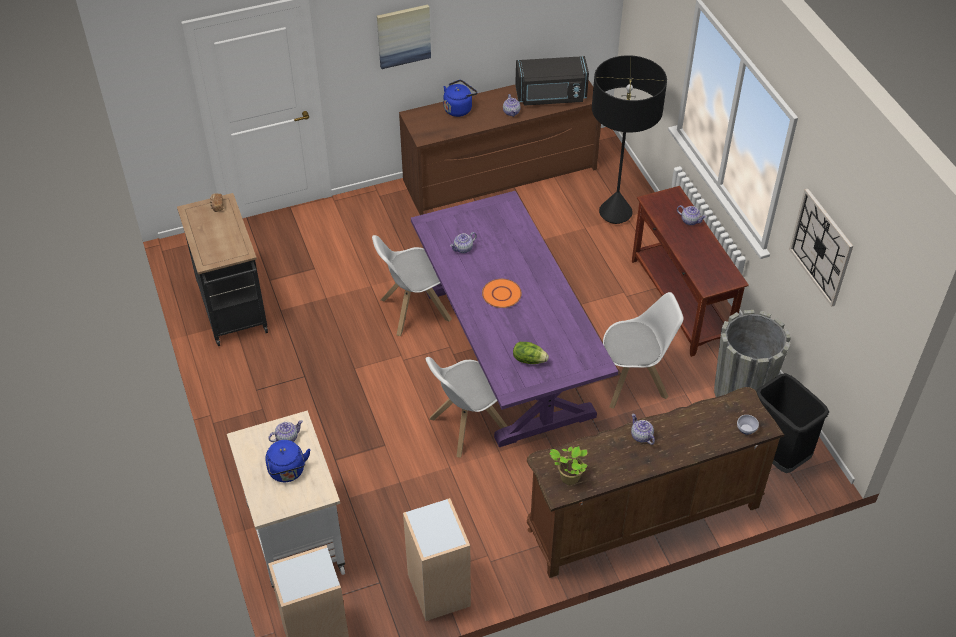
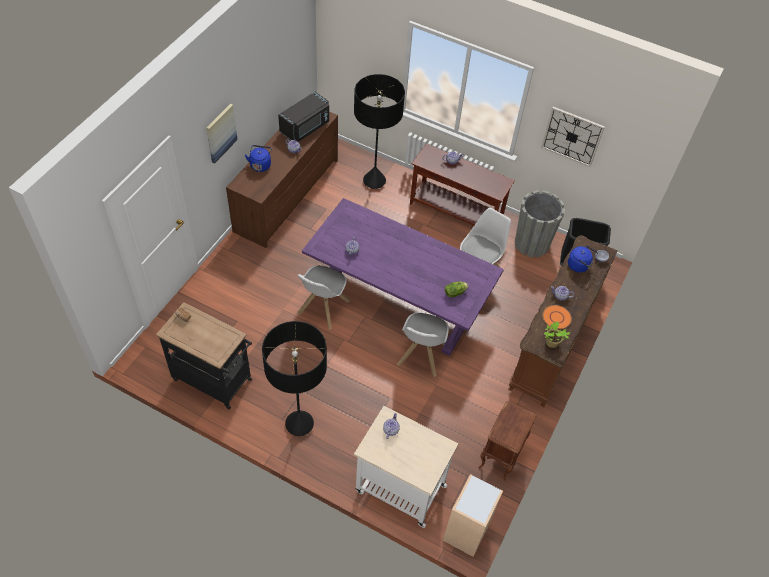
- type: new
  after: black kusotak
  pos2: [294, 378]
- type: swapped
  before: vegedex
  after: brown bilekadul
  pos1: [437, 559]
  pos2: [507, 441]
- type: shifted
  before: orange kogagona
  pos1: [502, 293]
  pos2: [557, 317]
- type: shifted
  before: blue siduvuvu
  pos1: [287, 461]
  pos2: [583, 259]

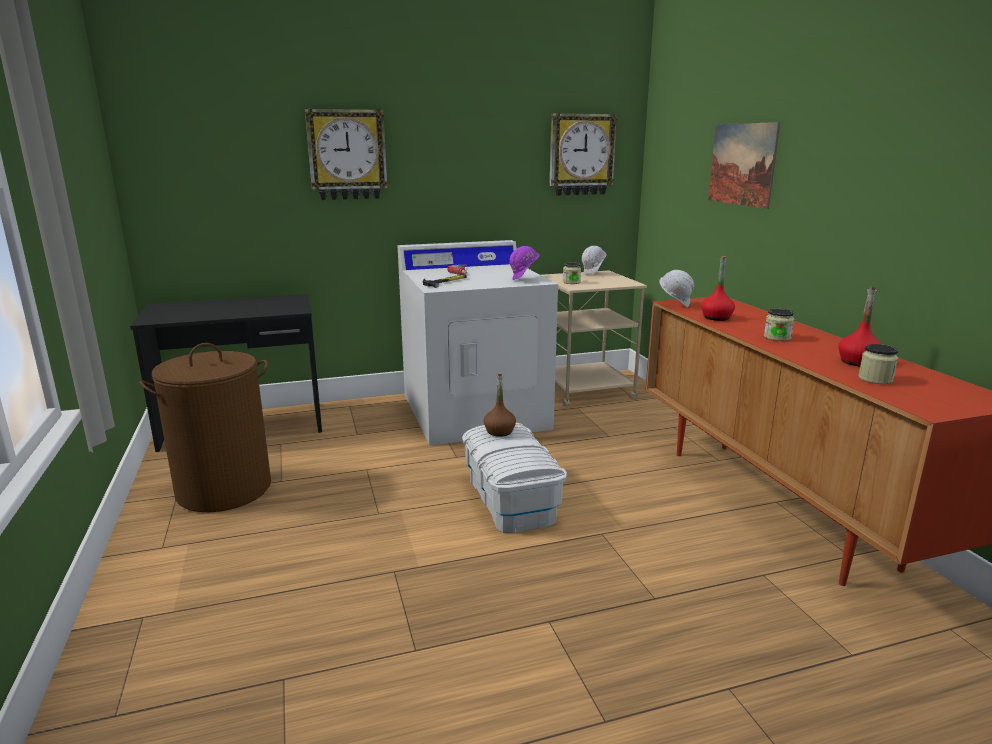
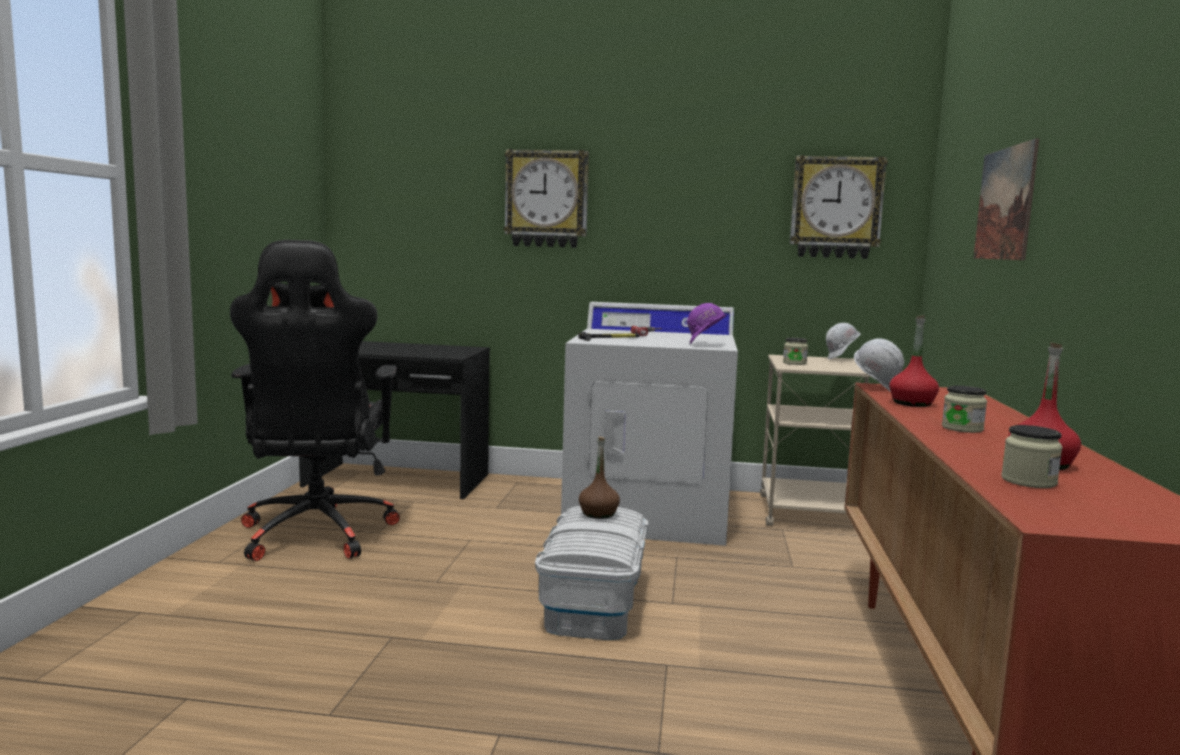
- type: swapped
  before: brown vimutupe
  after: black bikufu
  pos1: [205, 427]
  pos2: [315, 400]

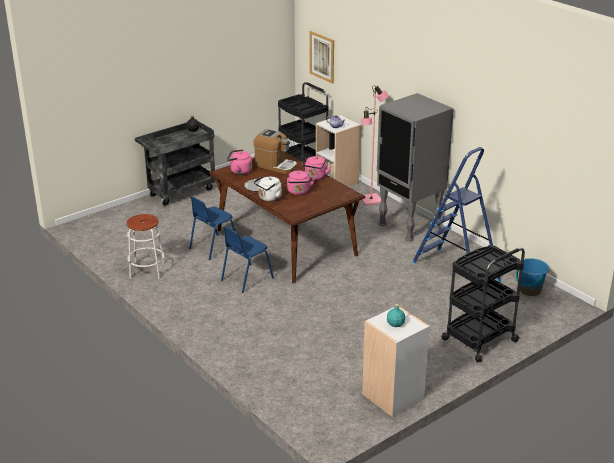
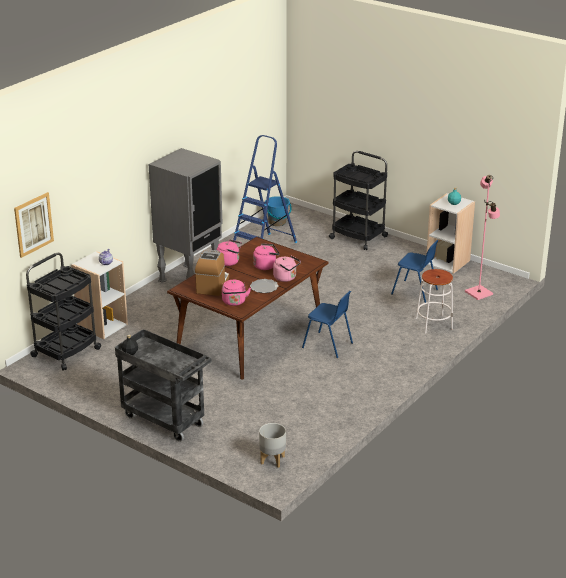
- type: new
  after: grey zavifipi
  pos2: [272, 445]
- type: repainted
  before: white siduvuvu
  after: pink siduvuvu
  pos1: [268, 188]
  pos2: [287, 268]
- type: shifted
  before: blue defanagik
  pos1: [212, 228]
  pos2: [415, 271]
- type: shifted
  before: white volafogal
  pos1: [145, 246]
  pos2: [434, 301]
- type: shifted
  before: pink kusotak
  pos1: [375, 145]
  pos2: [482, 237]

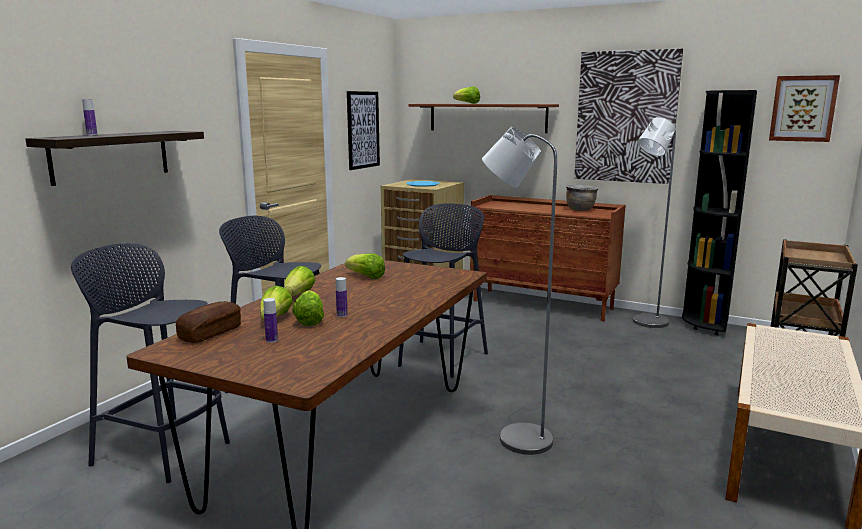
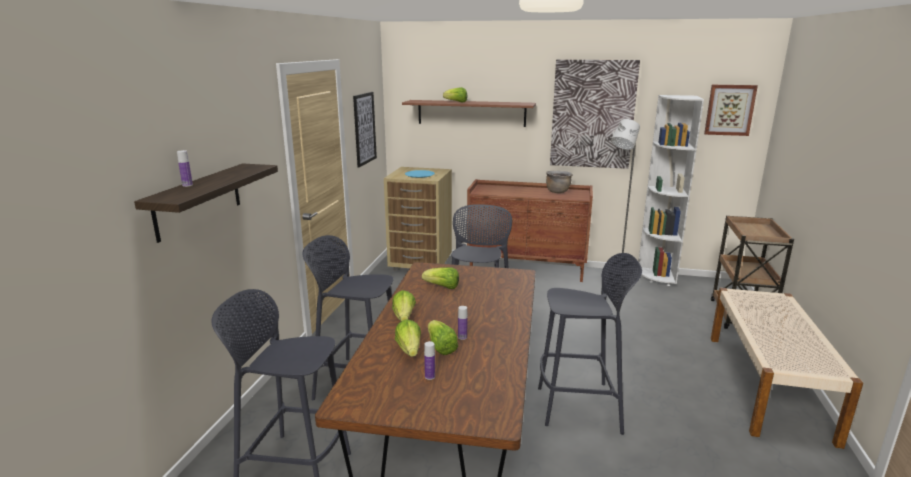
- type: swapped
  before: grey kusotak
  after: grey volafogal
  pos1: [519, 291]
  pos2: [590, 344]
- type: repainted
  before: black vegedex
  after: white vegedex
  pos1: [719, 212]
  pos2: [671, 190]
- type: gone
  before: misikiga
  pos1: [208, 322]

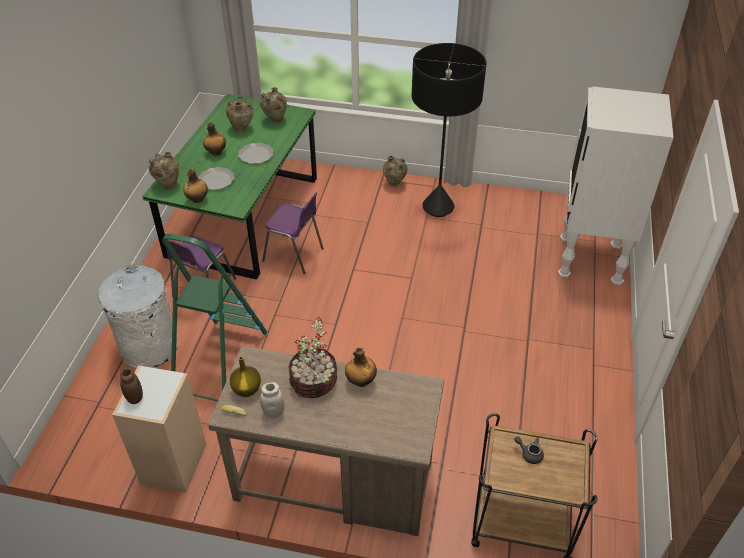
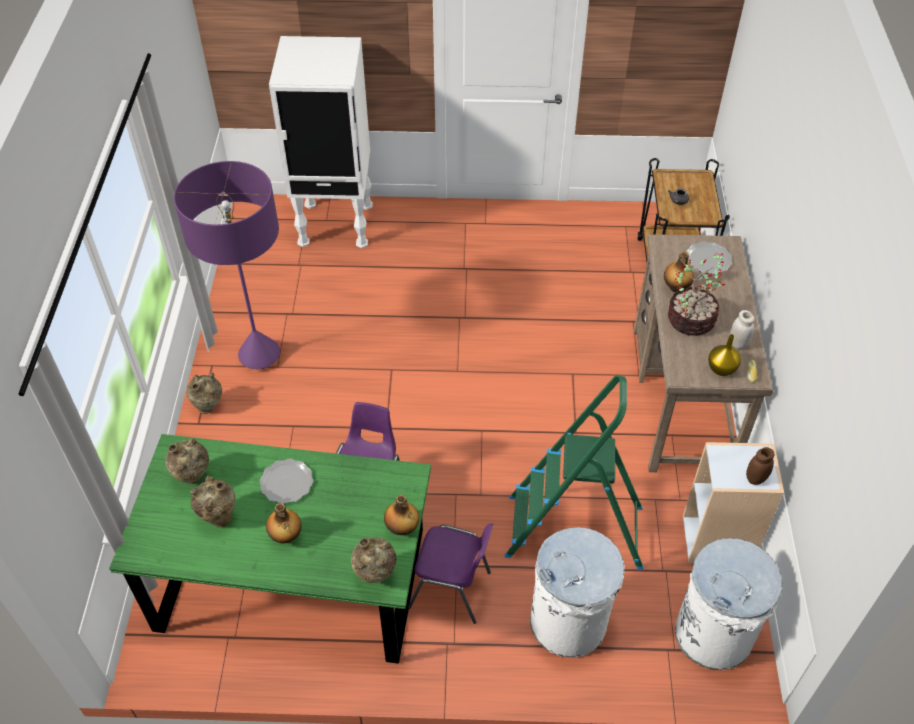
- type: repainted
  before: black kusotak
  after: purple kusotak
  pos1: [449, 130]
  pos2: [227, 265]
- type: new
  after: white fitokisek
  pos2: [728, 604]
- type: shifted
  before: kogagona
  pos1: [216, 178]
  pos2: [709, 257]

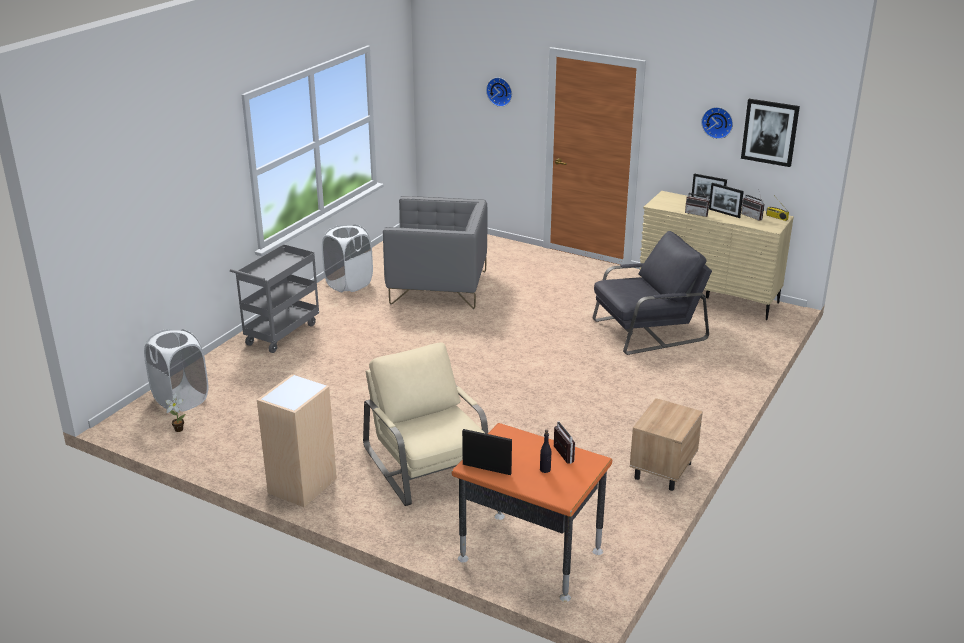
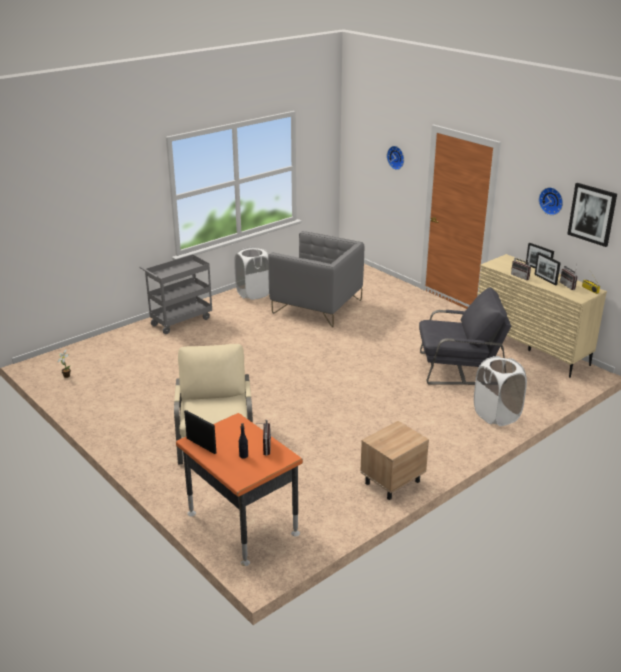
- type: shifted
  before: white vimutupe
  pos1: [176, 370]
  pos2: [500, 391]
- type: gone
  before: vegedex
  pos1: [297, 440]

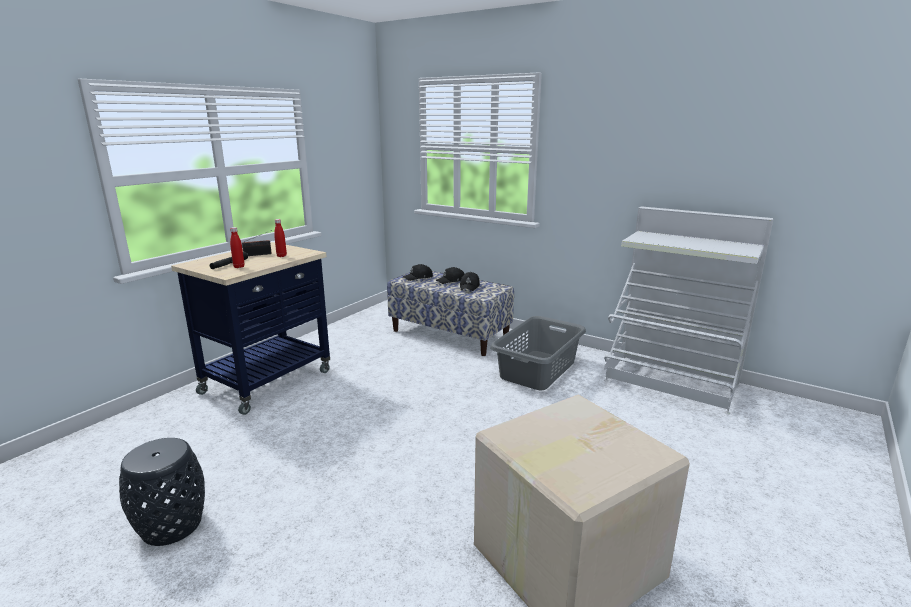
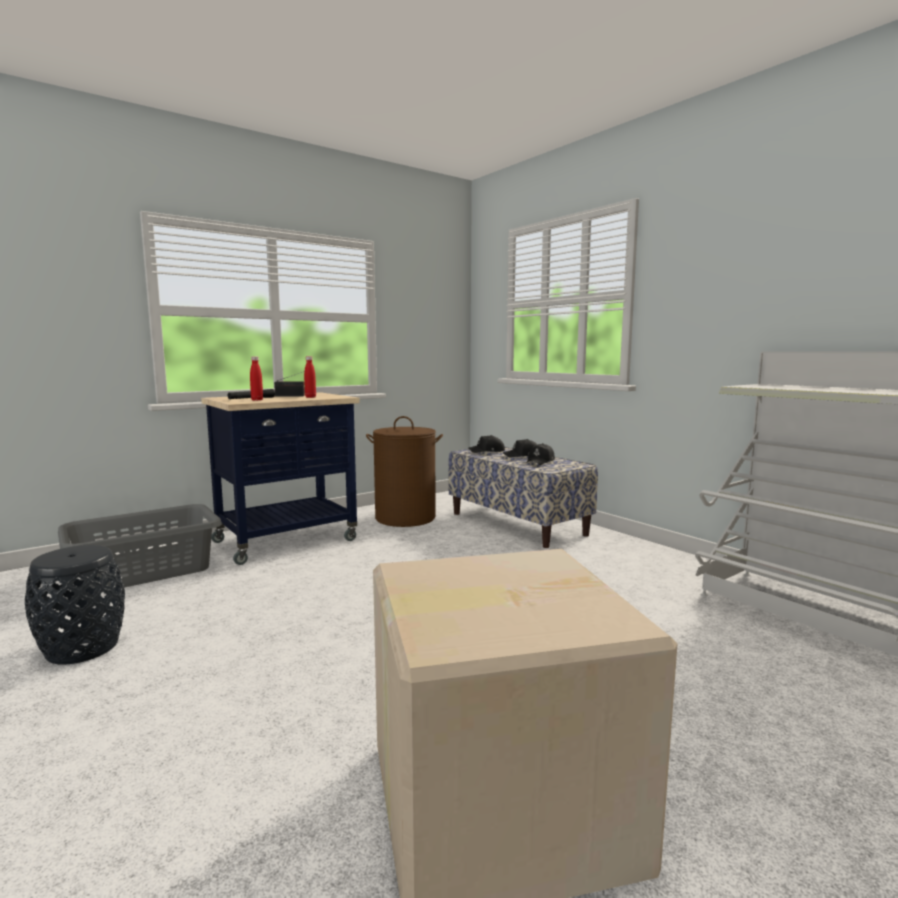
- type: shifted
  before: grey vimutupe
  pos1: [538, 353]
  pos2: [140, 546]
- type: new
  after: brown vimutupe
  pos2: [404, 471]

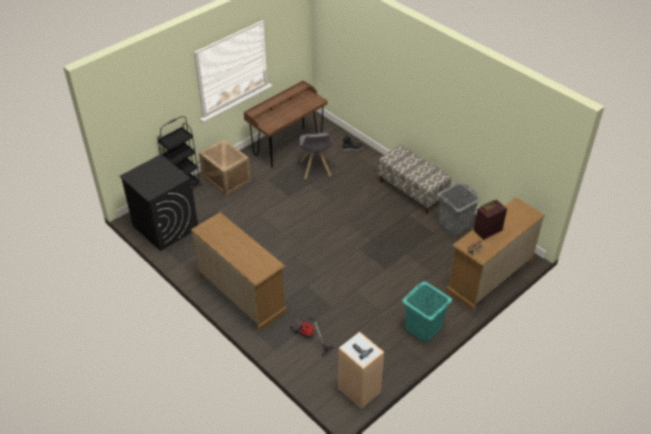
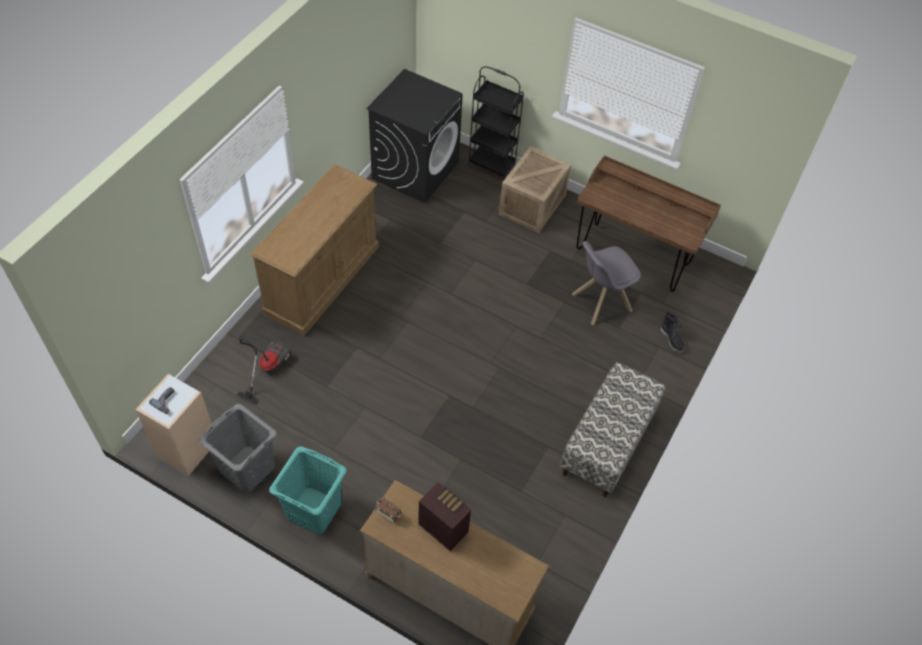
- type: shifted
  before: grey vimutupe
  pos1: [459, 209]
  pos2: [238, 448]

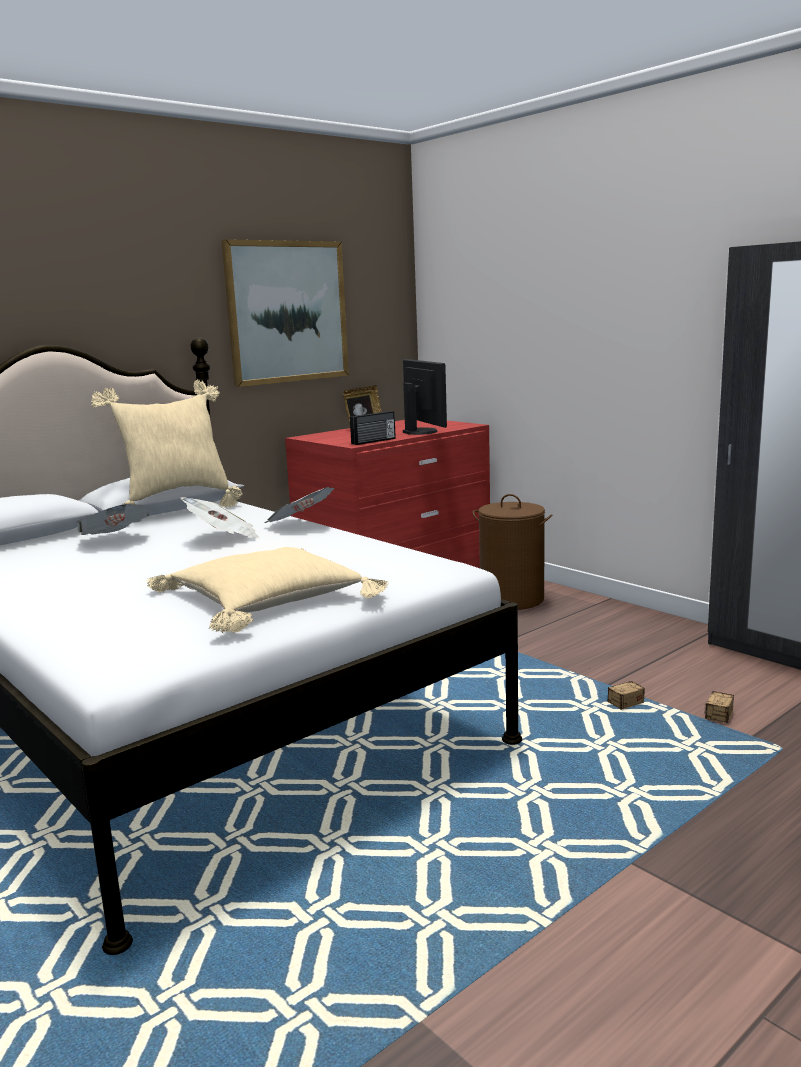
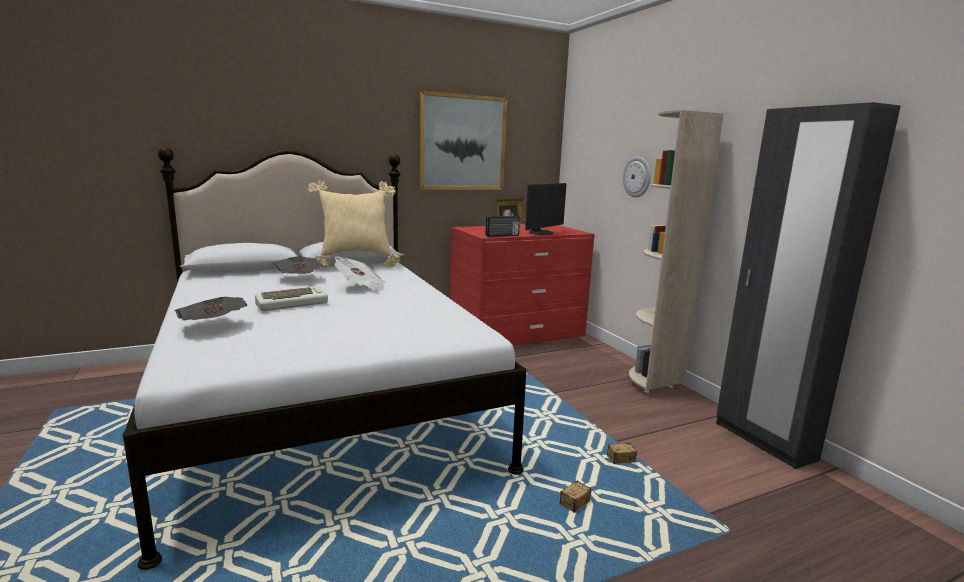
- type: shifted
  before: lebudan
  pos1: [299, 505]
  pos2: [210, 308]
- type: new
  after: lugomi
  pos2: [291, 298]
- type: rotated
  before: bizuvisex
  pos1: [425, 397]
  pos2: [545, 209]
  turn: 45
- type: shifted
  before: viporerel
  pos1: [719, 705]
  pos2: [571, 497]
- type: new
  after: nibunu
  pos2: [637, 177]
- type: new
  after: beige vegedex
  pos2: [676, 251]
- type: gone
  before: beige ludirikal
  pos1: [267, 590]
- type: gone
  before: brown vimutupe
  pos1: [513, 552]

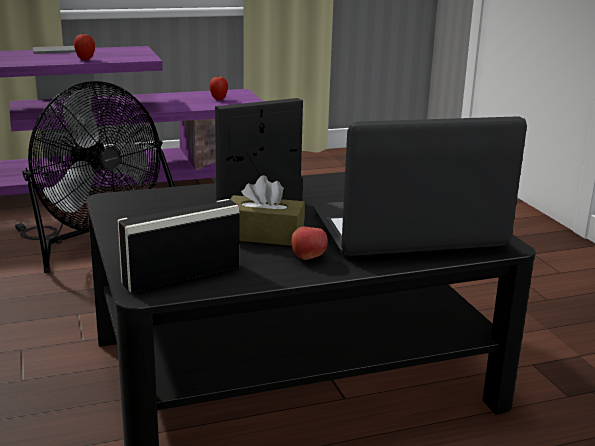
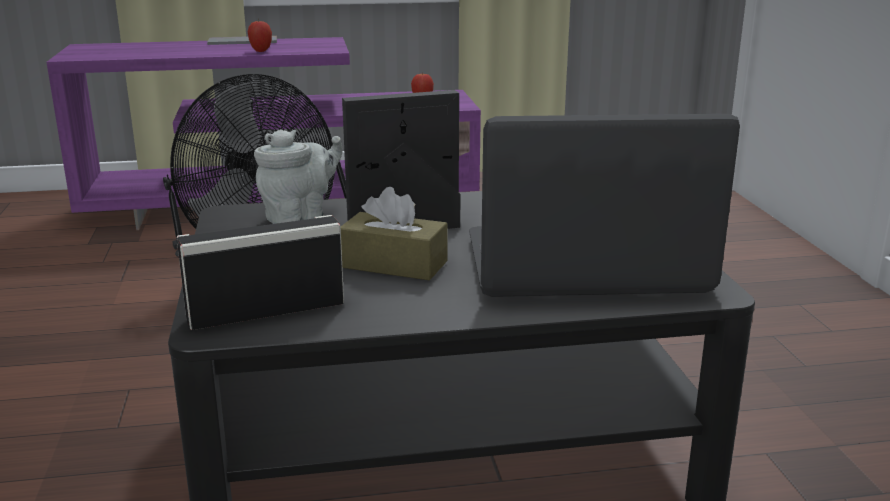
- type: new
  after: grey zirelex
  pos2: [298, 176]
- type: gone
  before: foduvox
  pos1: [309, 243]

